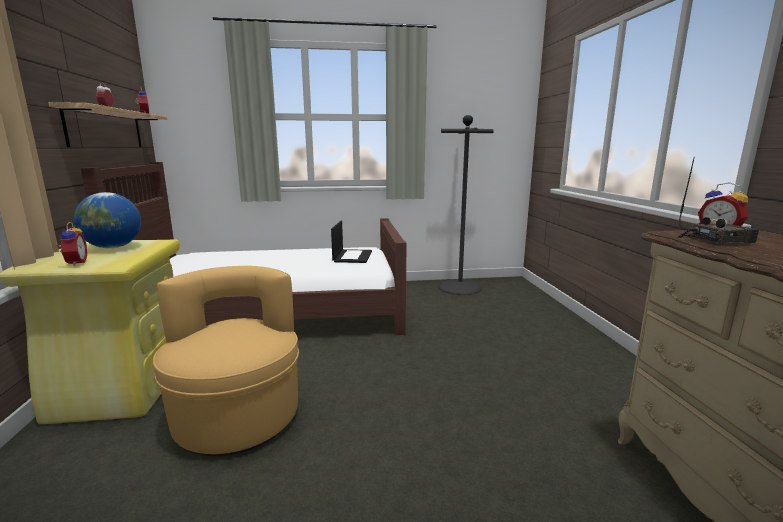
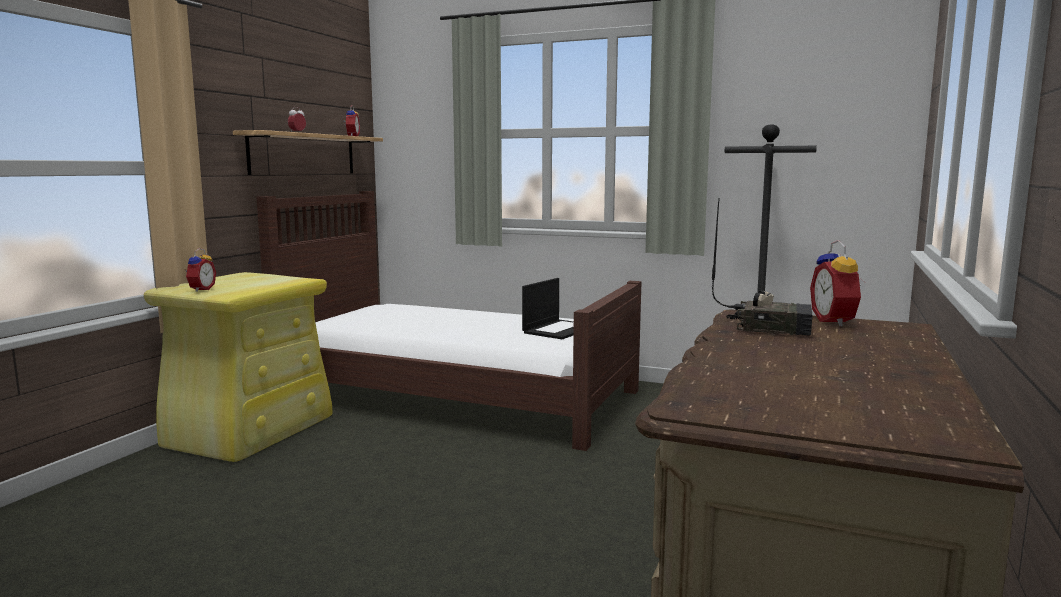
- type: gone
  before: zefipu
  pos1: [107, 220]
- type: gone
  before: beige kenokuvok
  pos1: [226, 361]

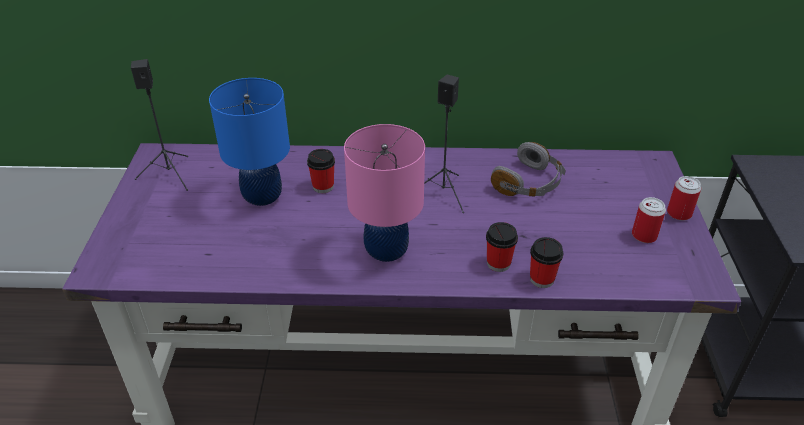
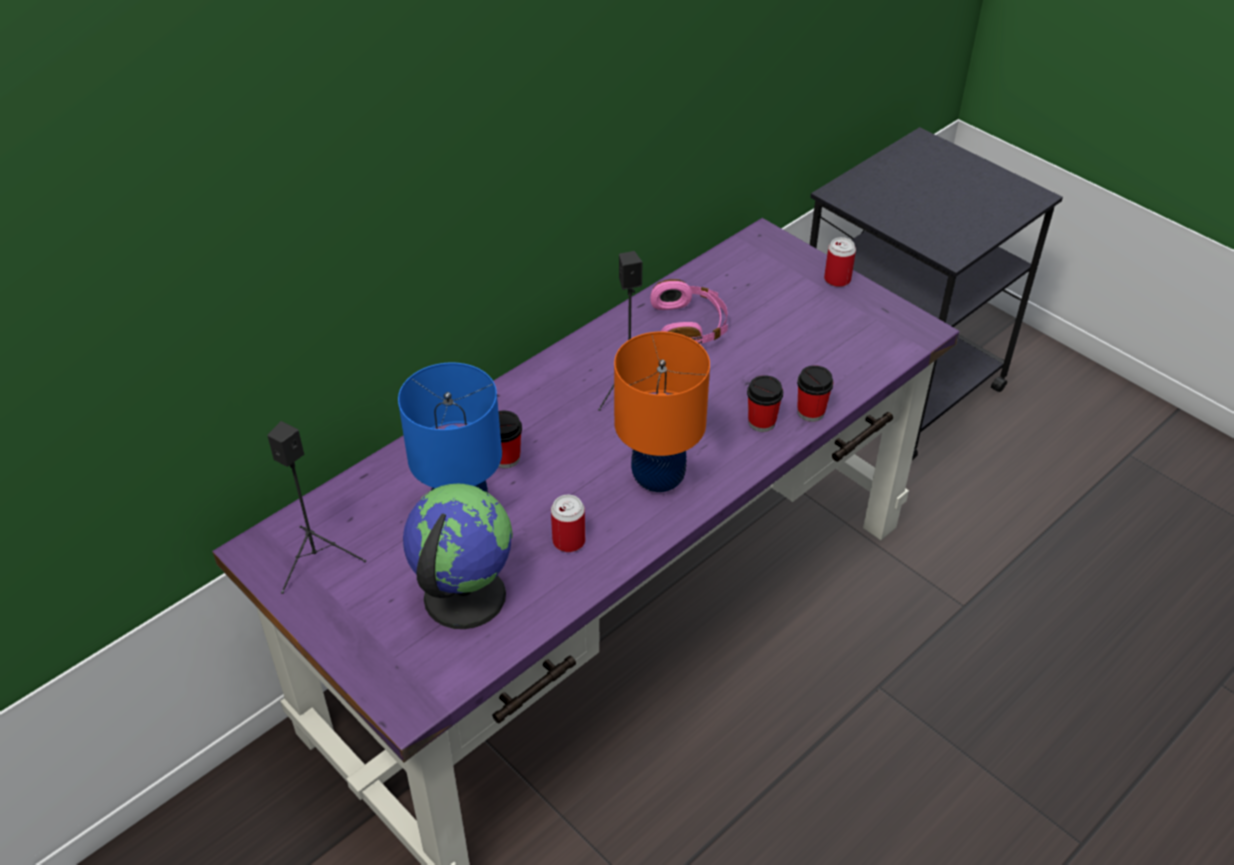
- type: new
  after: zefipu
  pos2: [458, 556]
- type: shifted
  before: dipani
  pos1: [649, 220]
  pos2: [568, 523]
- type: repainted
  before: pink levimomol
  after: orange levimomol
  pos1: [384, 193]
  pos2: [662, 411]
- type: repainted
  before: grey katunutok
  after: pink katunutok
  pos1: [528, 169]
  pos2: [689, 311]

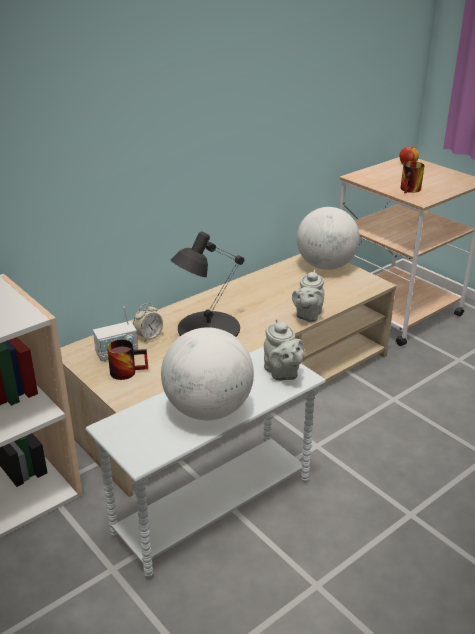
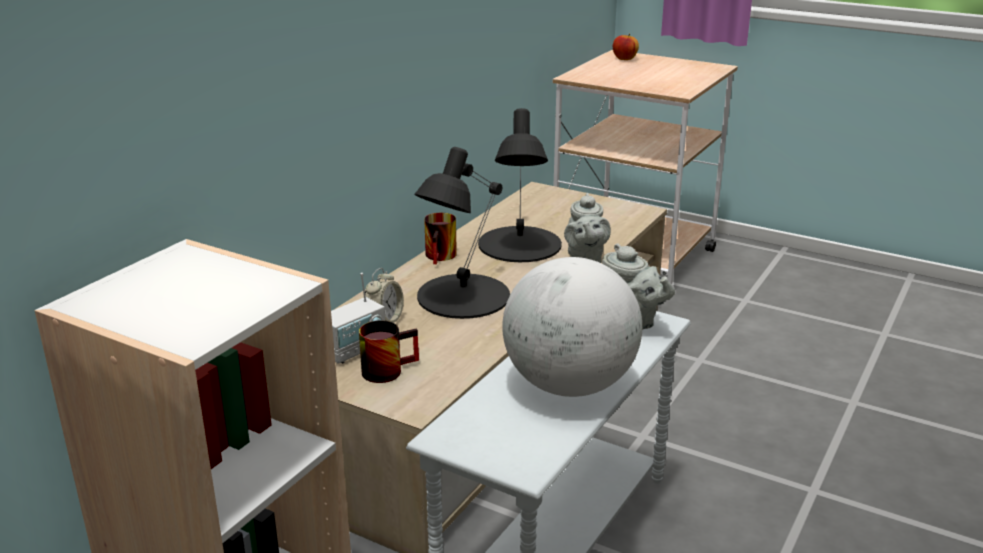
- type: shifted
  before: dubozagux
  pos1: [413, 177]
  pos2: [440, 238]
- type: new
  after: black levimomol
  pos2: [520, 185]
- type: gone
  before: zefipu
  pos1: [328, 238]

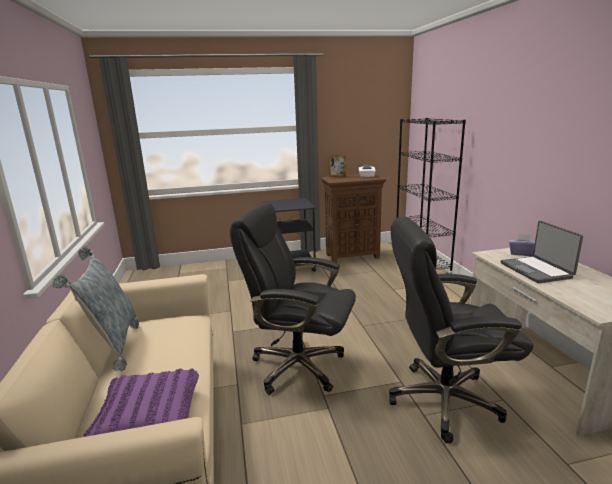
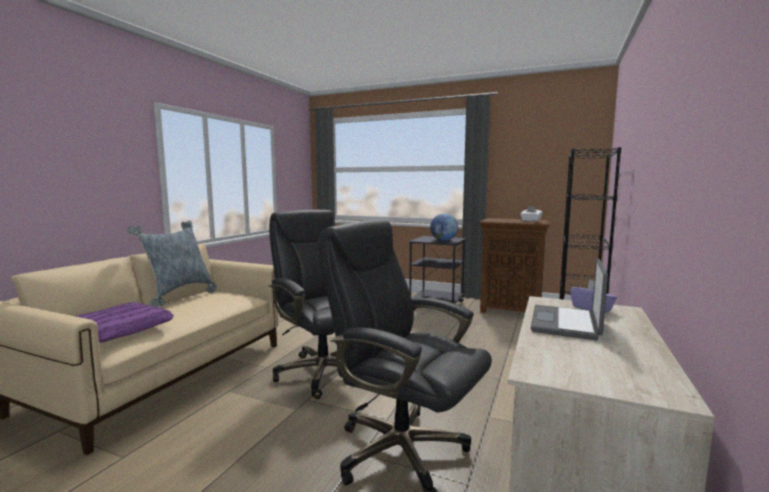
- type: new
  after: zefipu
  pos2: [444, 227]
- type: gone
  before: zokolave
  pos1: [337, 166]

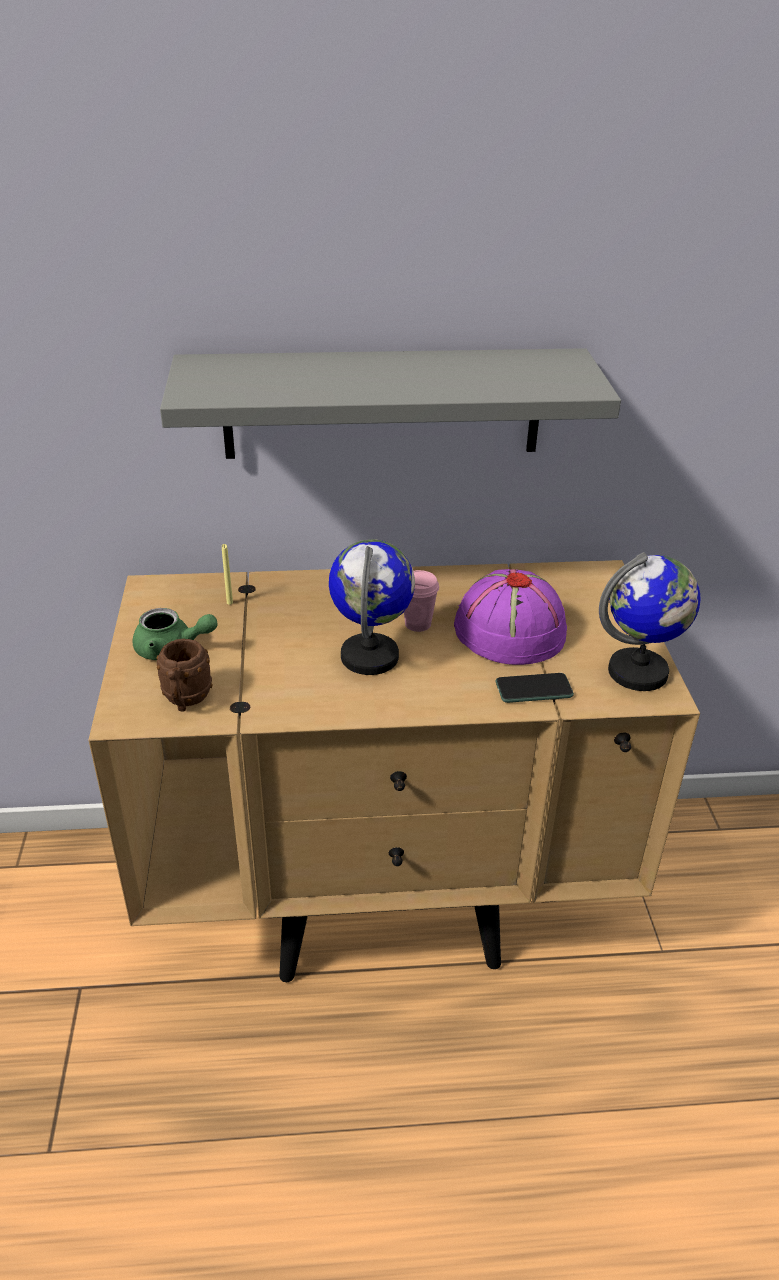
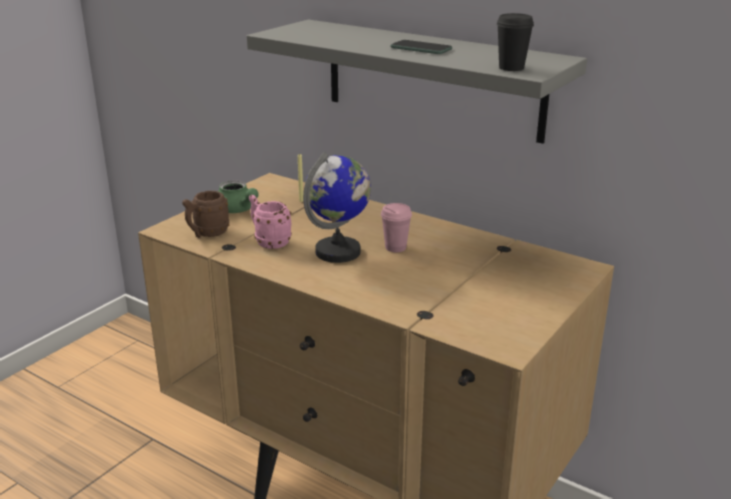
- type: new
  after: pink dubozagux
  pos2: [270, 222]
- type: shifted
  before: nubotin
  pos1: [535, 688]
  pos2: [421, 47]
- type: new
  after: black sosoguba
  pos2: [515, 42]
- type: gone
  before: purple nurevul
  pos1: [510, 617]
- type: gone
  before: zefipu
  pos1: [650, 621]

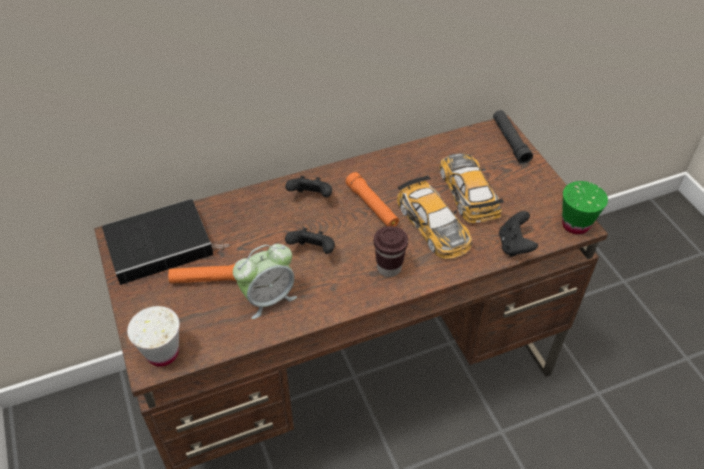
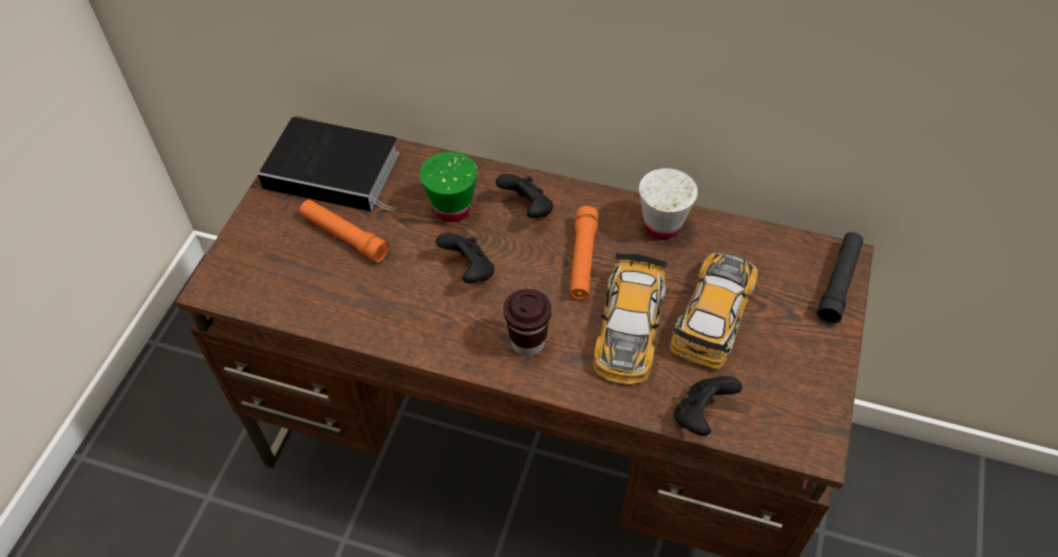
- type: shifted
  before: green sosoguba
  pos1: [585, 207]
  pos2: [449, 187]
- type: shifted
  before: white sosoguba
  pos1: [153, 336]
  pos2: [668, 203]
- type: gone
  before: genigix
  pos1: [265, 281]

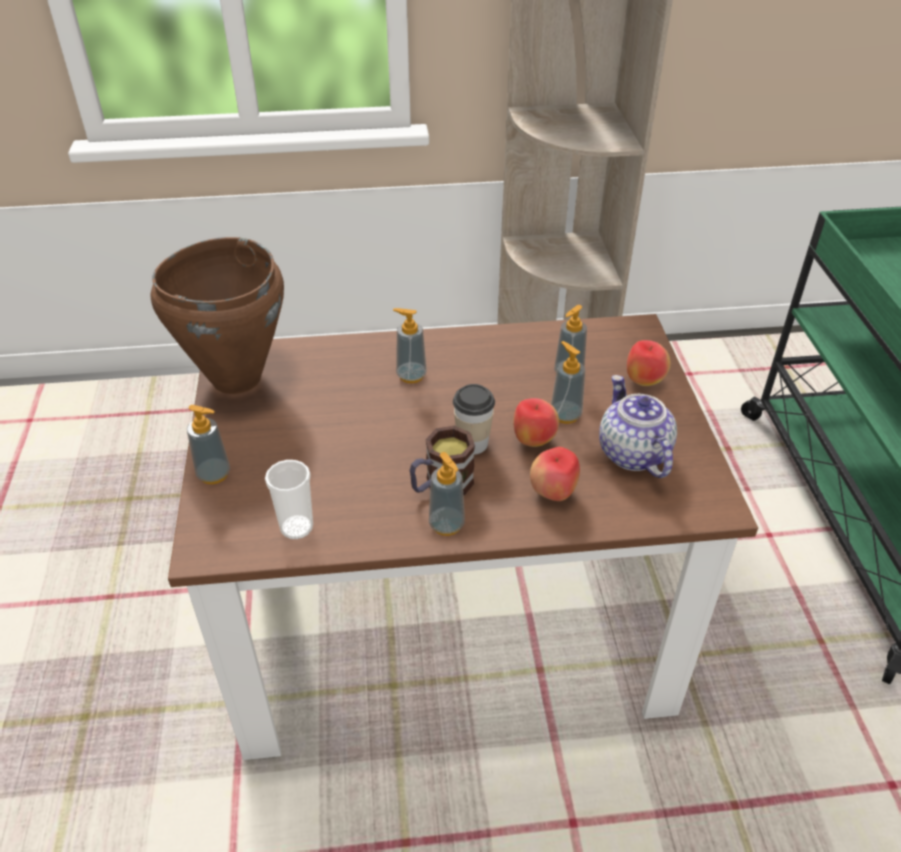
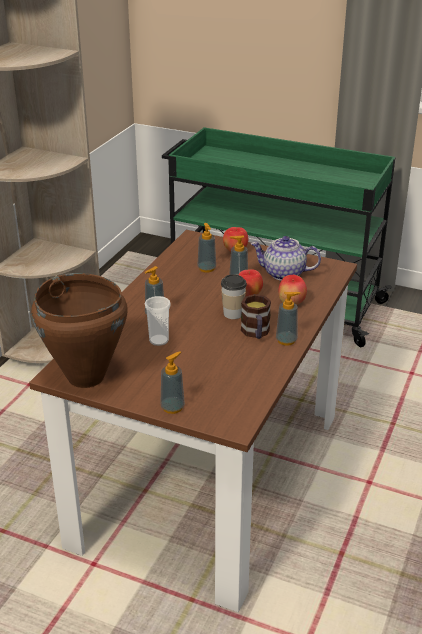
- type: shifted
  before: sosoguba
  pos1: [289, 499]
  pos2: [157, 321]

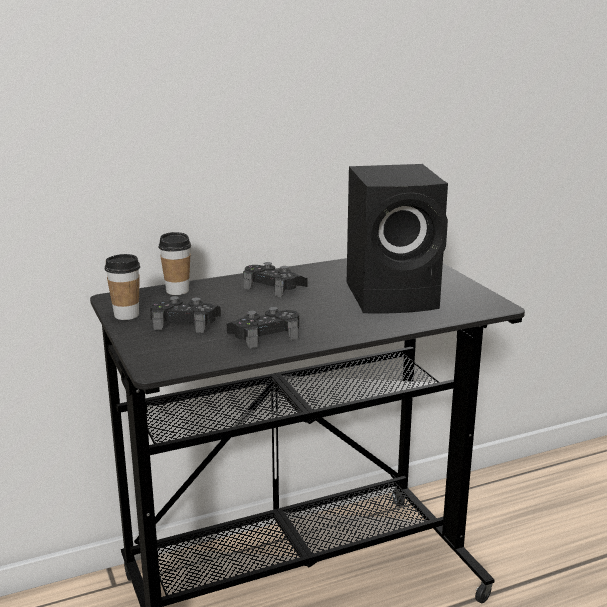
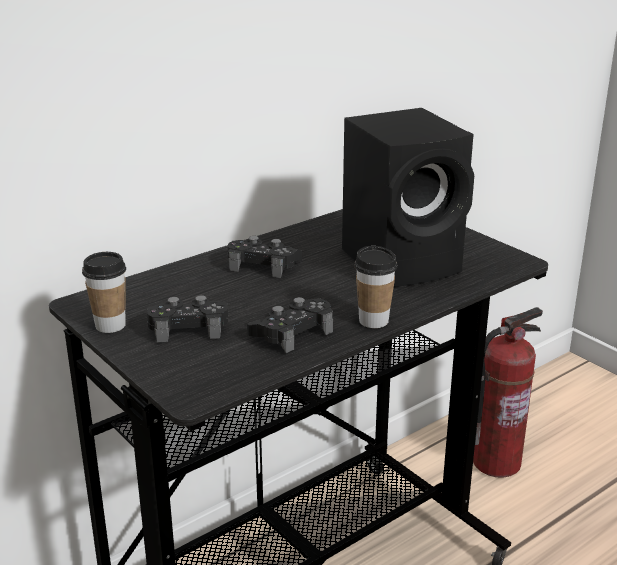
- type: shifted
  before: sosoguba
  pos1: [175, 263]
  pos2: [375, 287]
- type: new
  after: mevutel
  pos2: [508, 392]

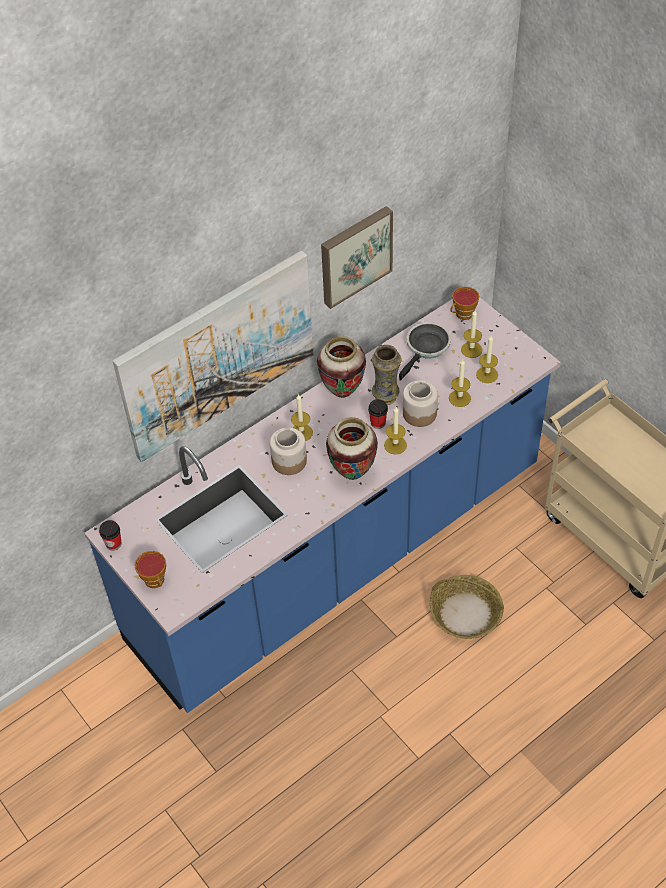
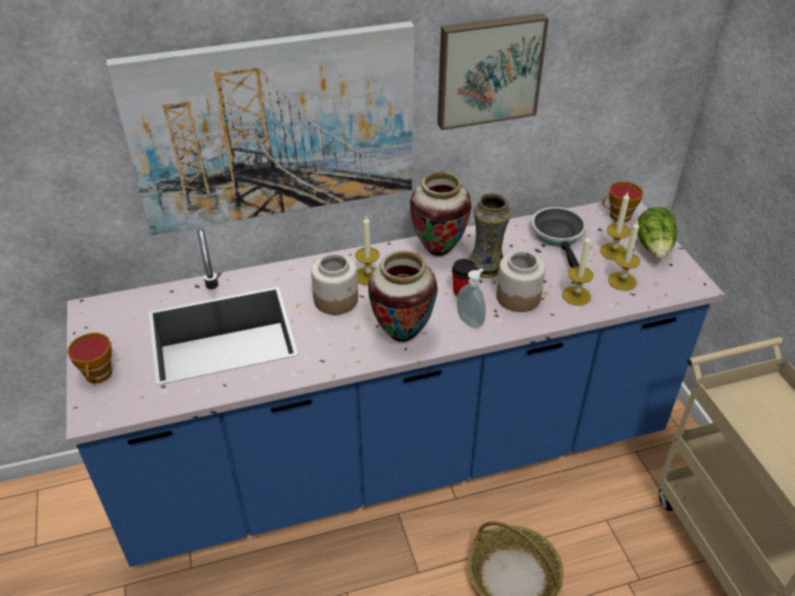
- type: swapped
  before: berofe
  after: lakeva
  pos1: [395, 431]
  pos2: [471, 298]
- type: rotated
  before: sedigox
  pos1: [425, 351]
  pos2: [559, 237]
  turn: -60
- type: new
  after: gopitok
  pos2: [657, 233]
- type: gone
  before: sosoguba
  pos1: [110, 535]

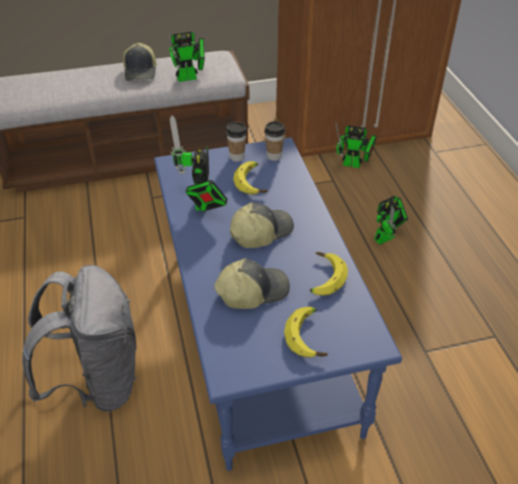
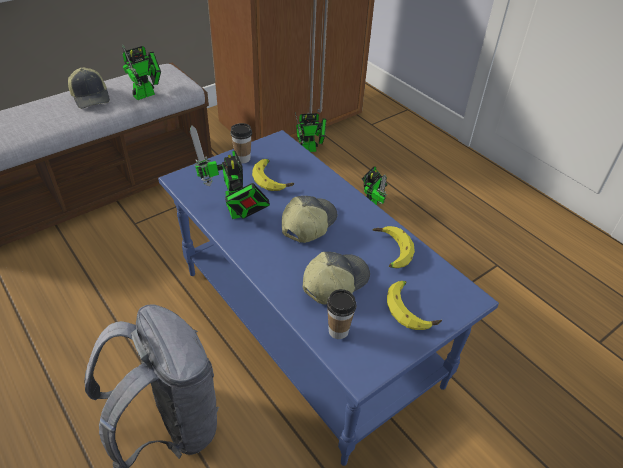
- type: shifted
  before: sosoguba
  pos1: [274, 141]
  pos2: [341, 314]

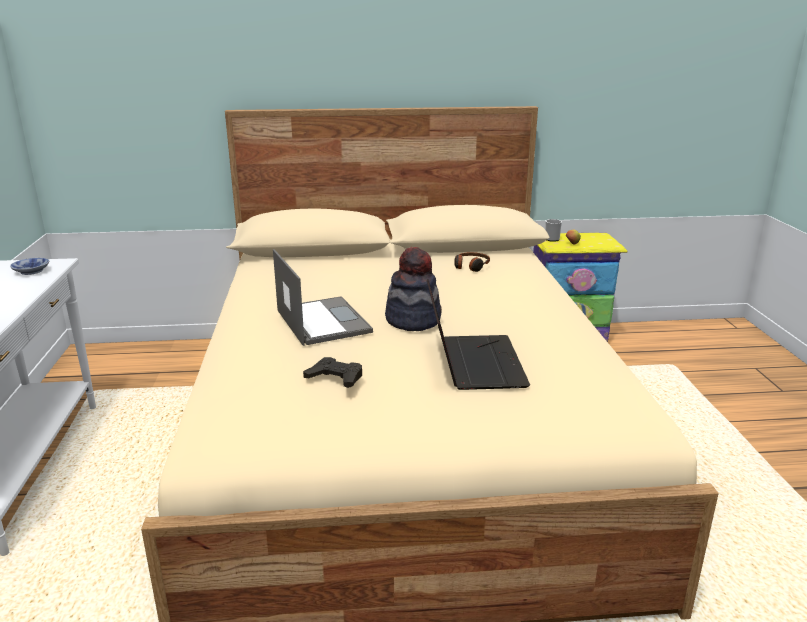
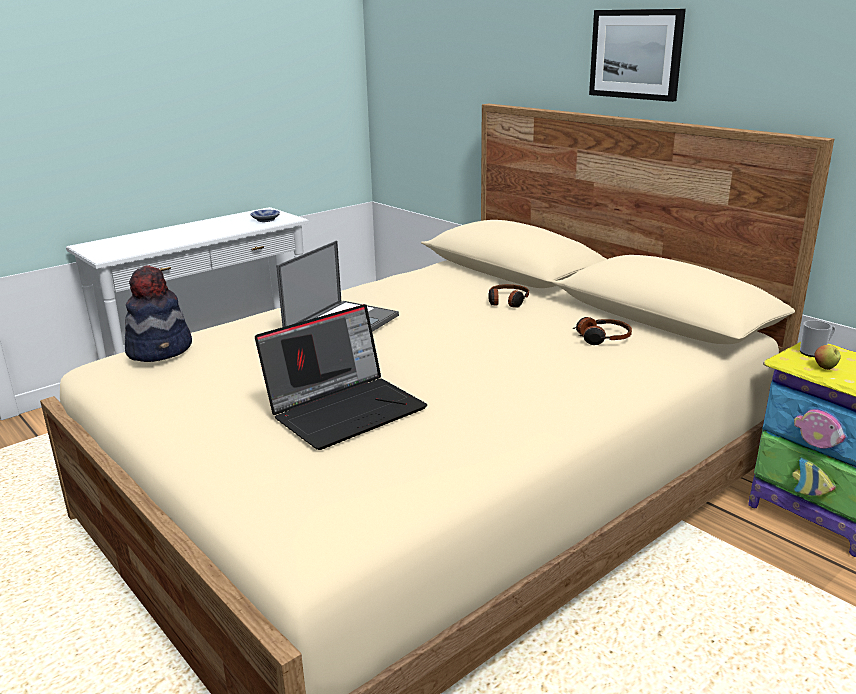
- type: shifted
  before: nurevul
  pos1: [413, 289]
  pos2: [158, 313]
- type: new
  after: katunutok
  pos2: [508, 296]
- type: new
  after: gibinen
  pos2: [637, 55]
- type: gone
  before: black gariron
  pos1: [332, 372]

